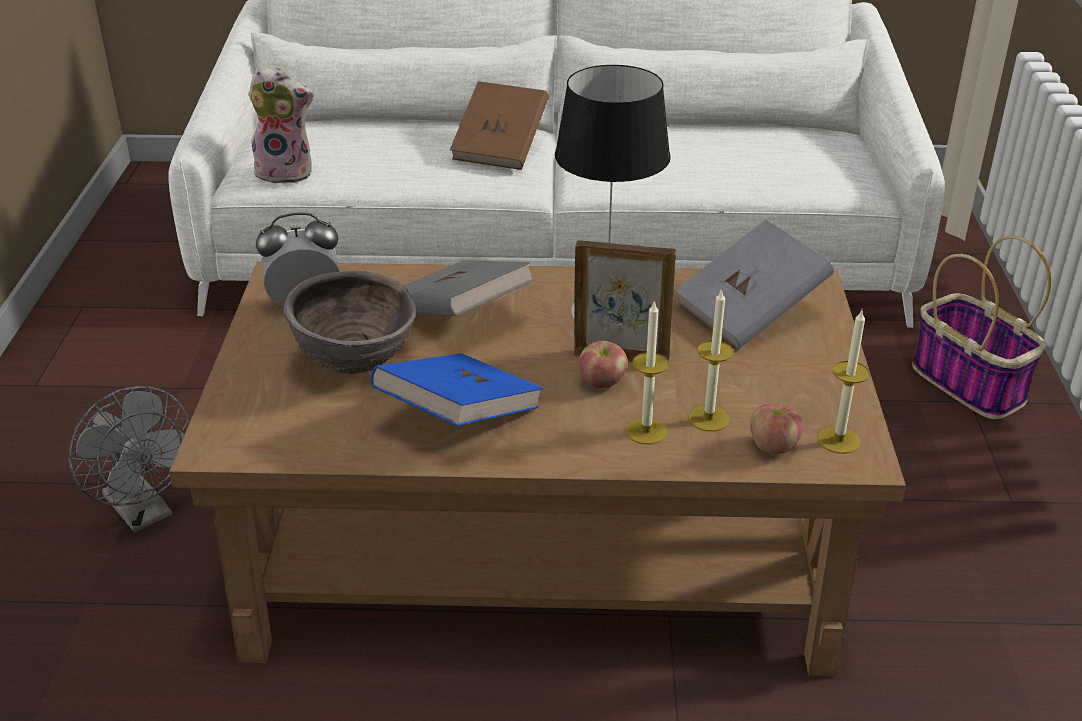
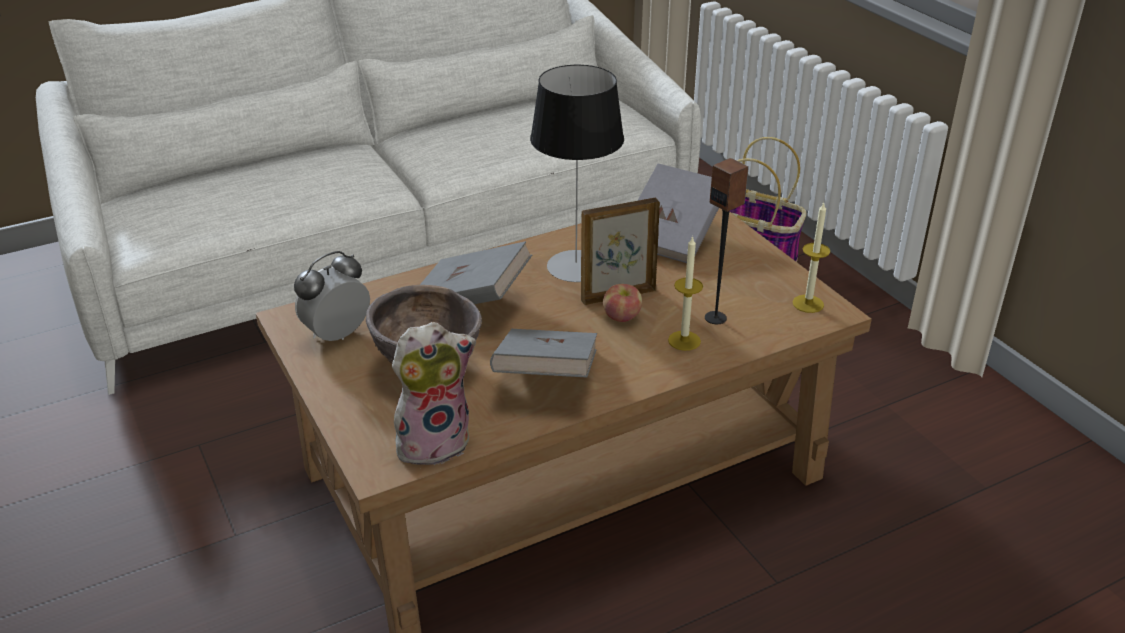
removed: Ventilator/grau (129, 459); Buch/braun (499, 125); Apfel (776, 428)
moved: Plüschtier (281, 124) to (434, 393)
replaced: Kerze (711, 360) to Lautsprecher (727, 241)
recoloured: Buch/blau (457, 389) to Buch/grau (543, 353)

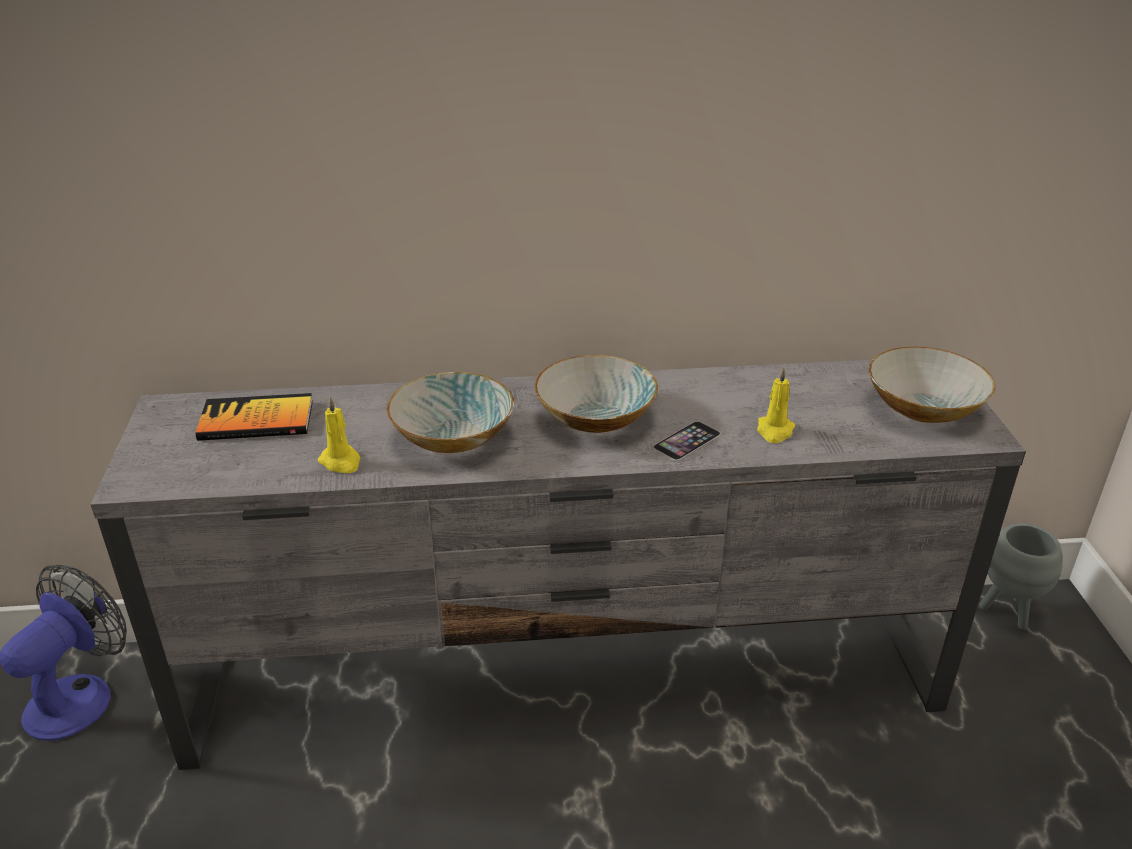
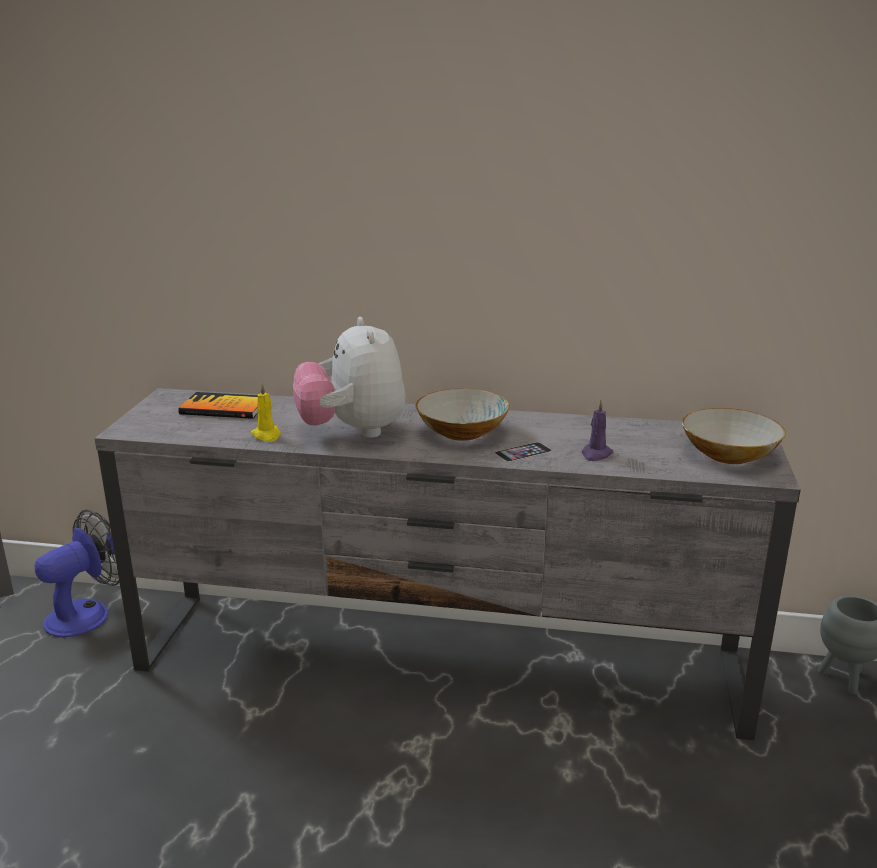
replaced: Schüssel (450, 412) to Plüschtier (349, 377)
recoloured: Kerze/gelb (776, 405) to Kerze/lila (597, 430)

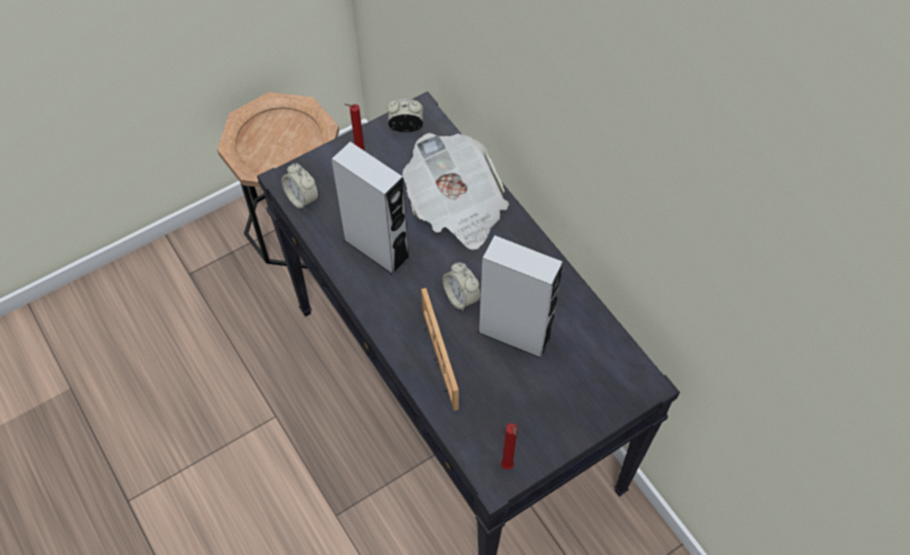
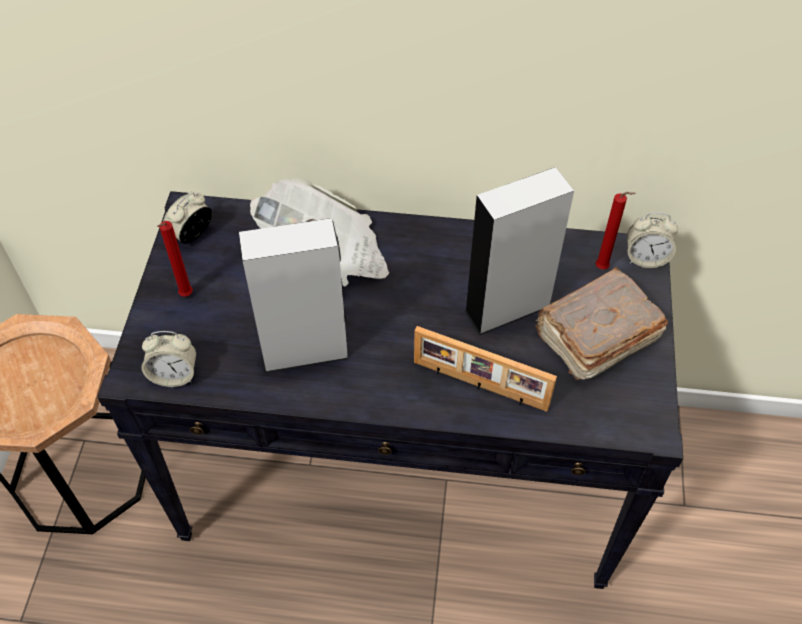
added: Buch/braun (602, 323)
moved: Wecker (462, 286) to (652, 240); Kerze/rot (509, 446) to (615, 231)

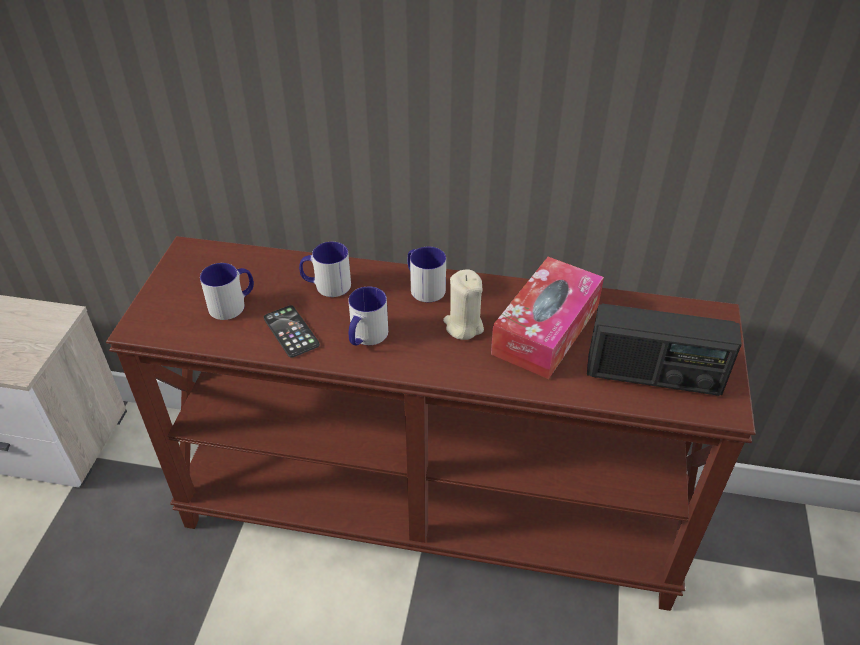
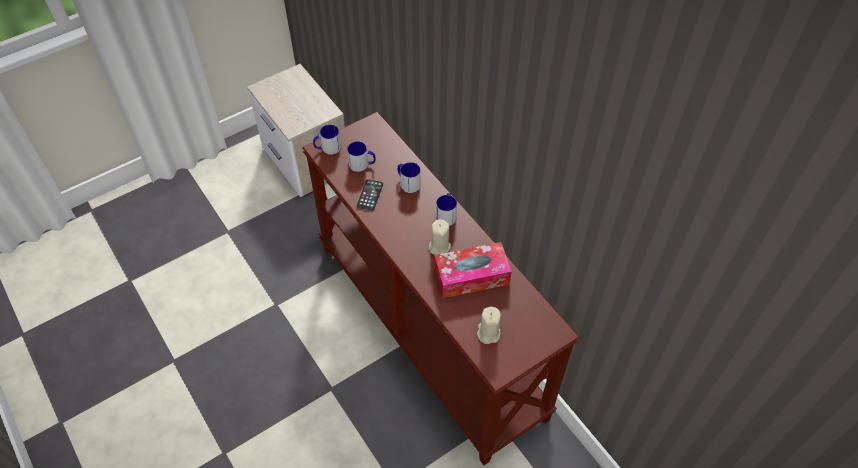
moved: Henkelbecher (368, 316) to (327, 140)
replaced: Radio (664, 349) to Kerze/beige (489, 325)

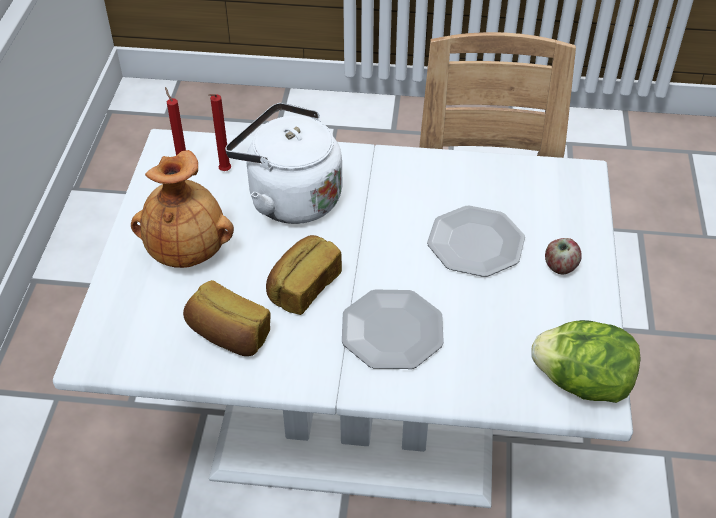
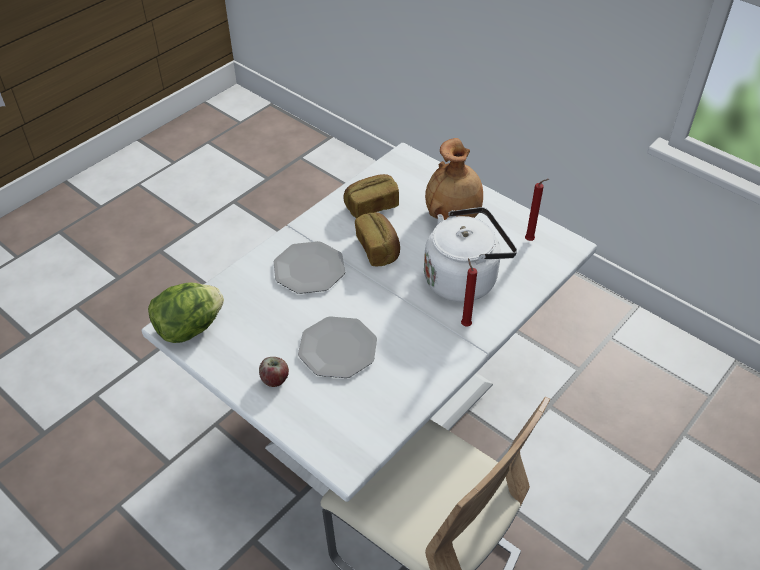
moved: Kerze/rot (219, 132) to (469, 292)

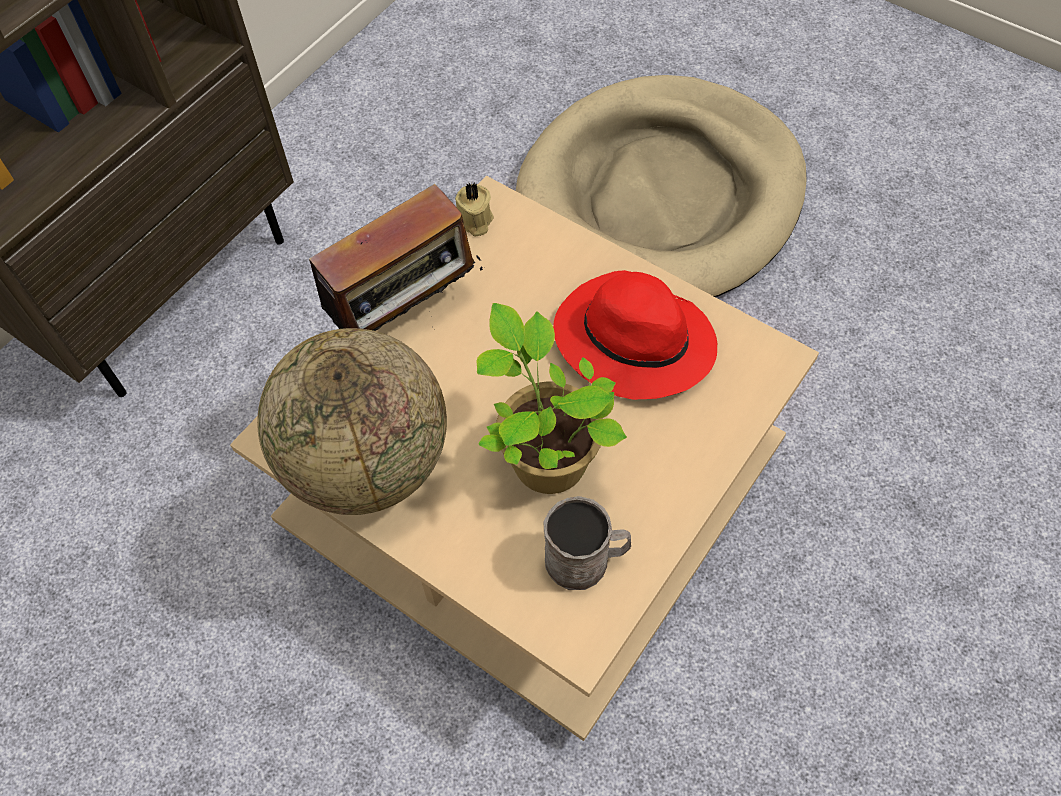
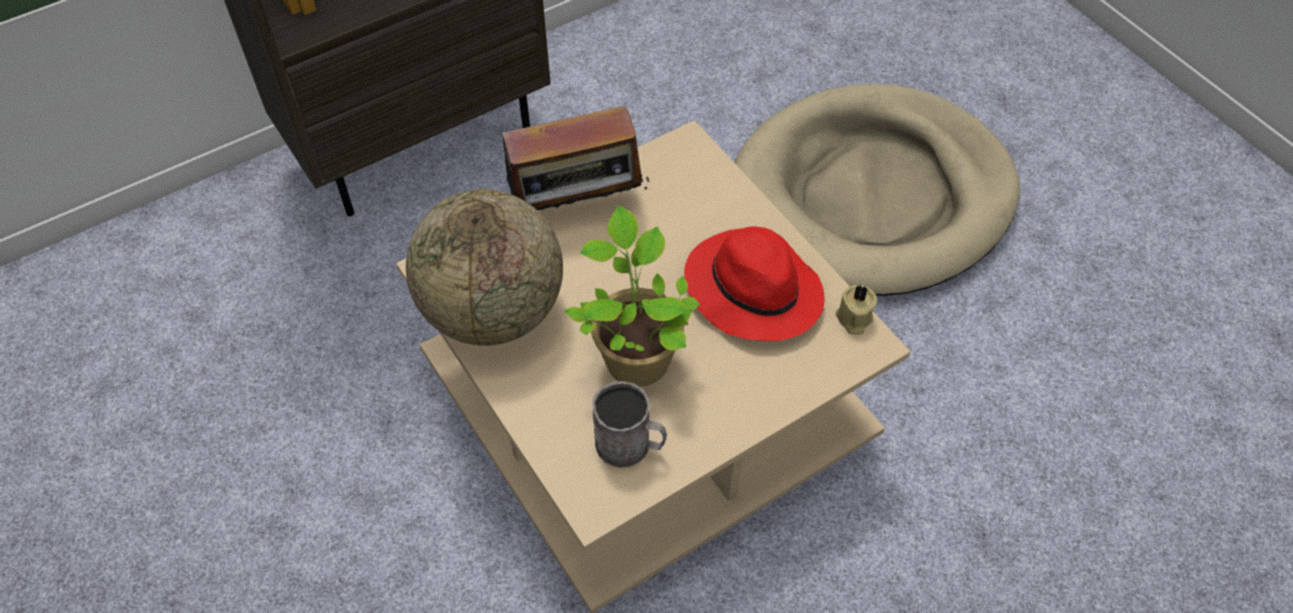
moved: Kerze/beige (474, 209) to (856, 309)

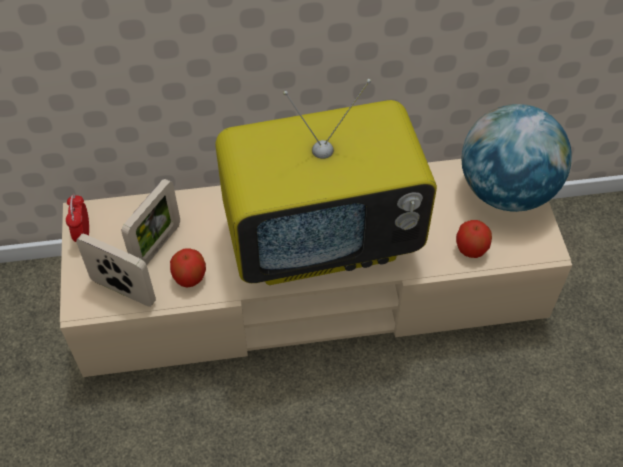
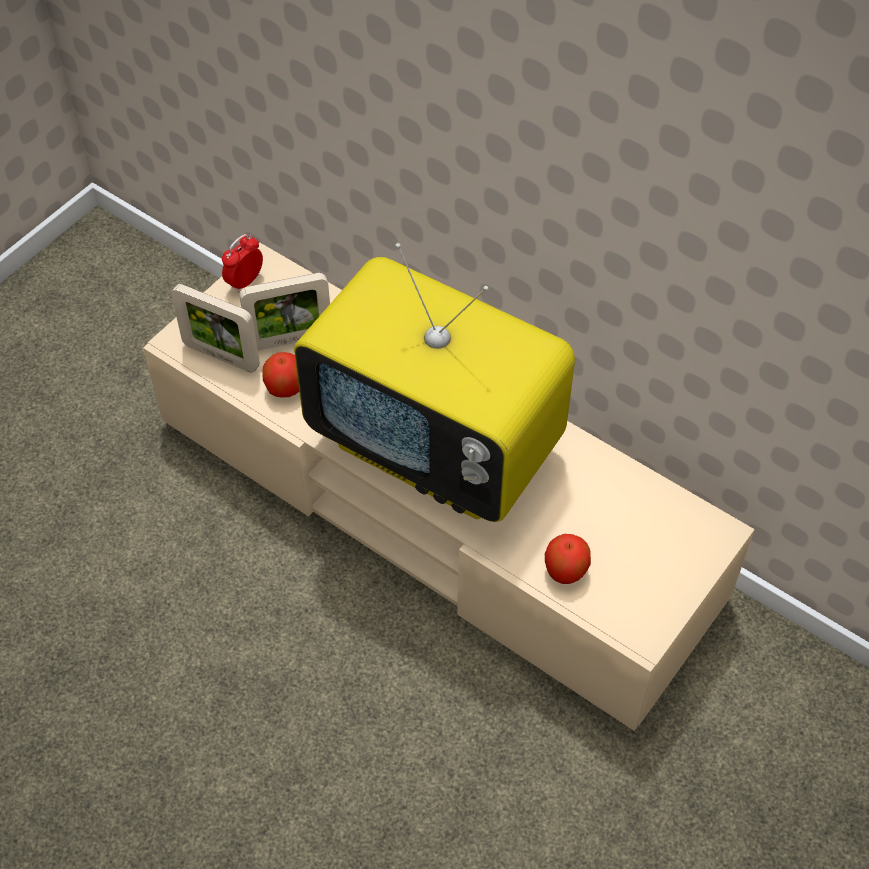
removed: Globus (516, 158)
turned: Bilderrahmen (116, 270) = (215, 328) 135 degrees clockwise

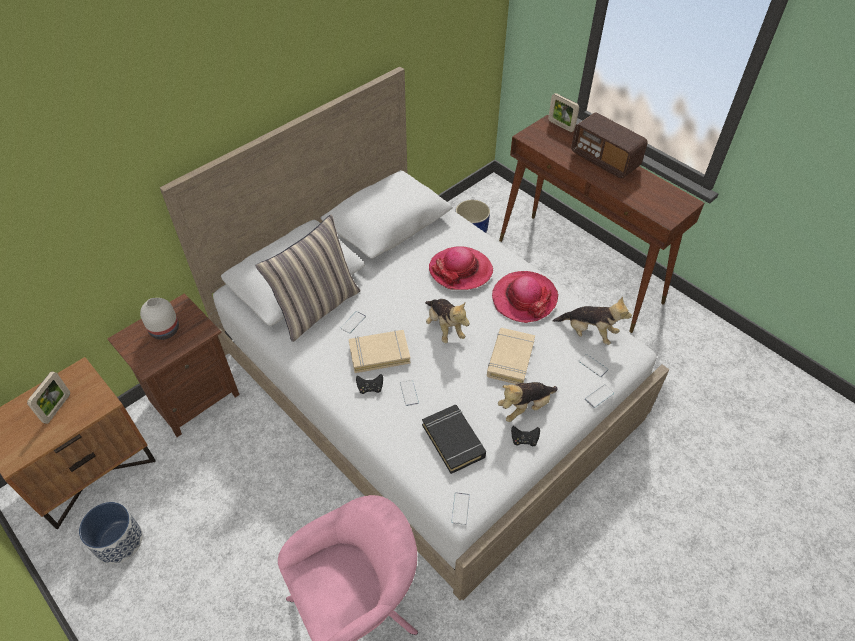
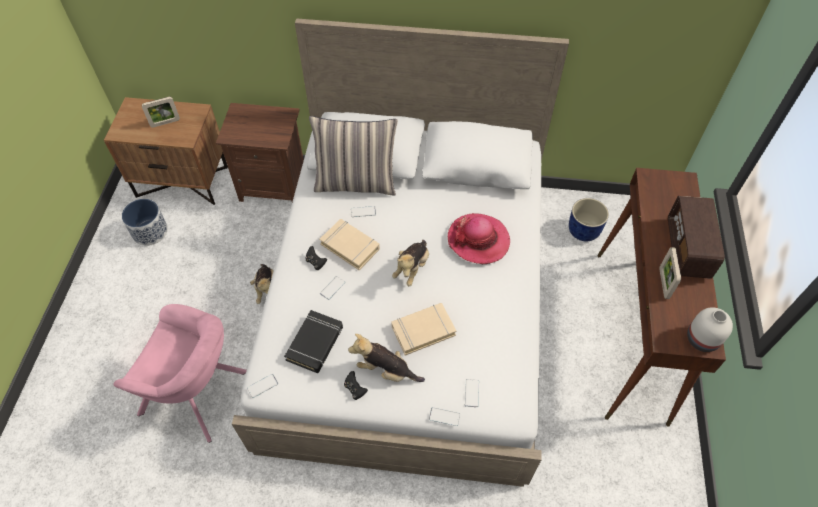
removed: Hut (525, 297)
moved: Vase/weiß (159, 319) to (710, 329); Bilderrahmen (563, 112) to (670, 273); Plüschtier (592, 320) to (262, 284)

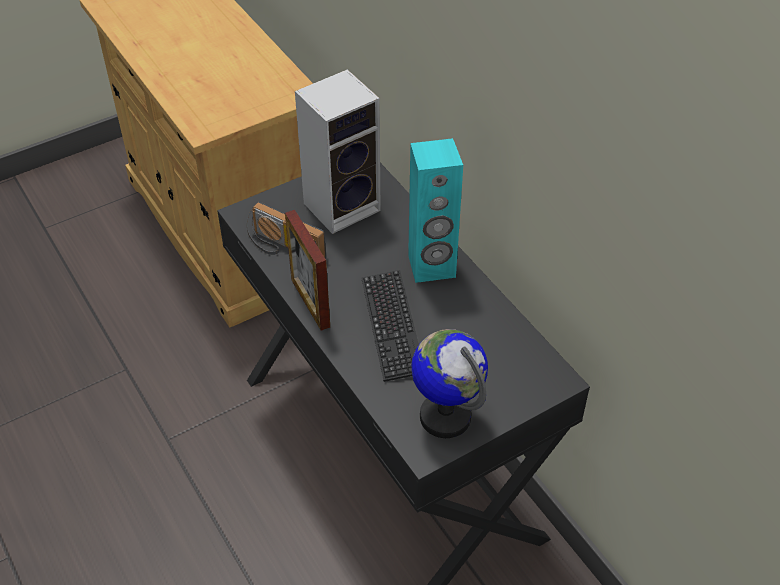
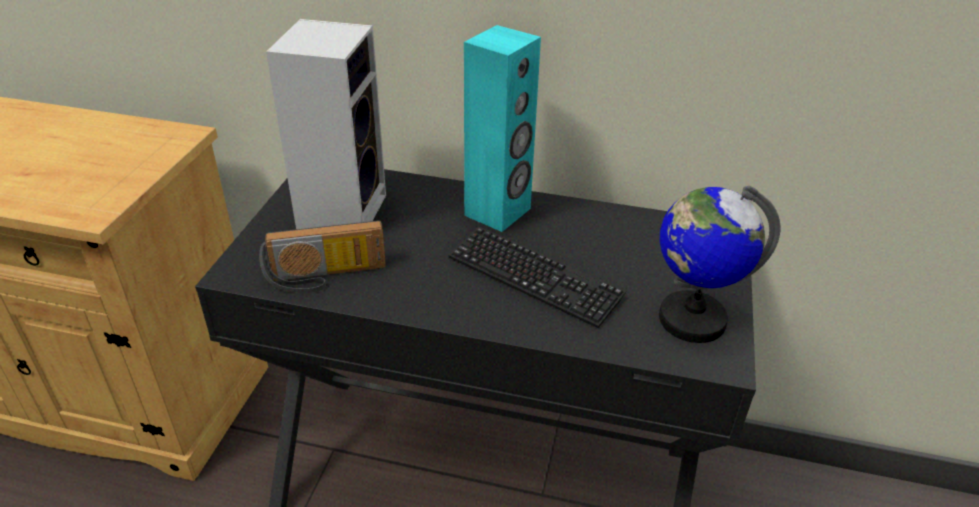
removed: Bilderrahmen (307, 270)

